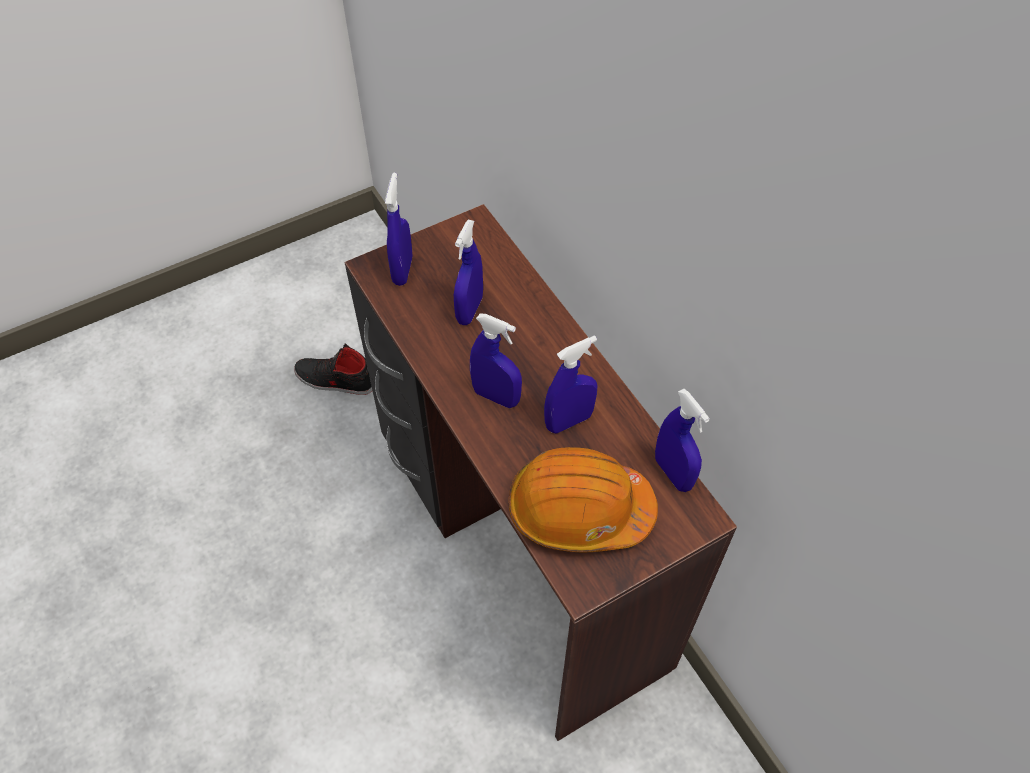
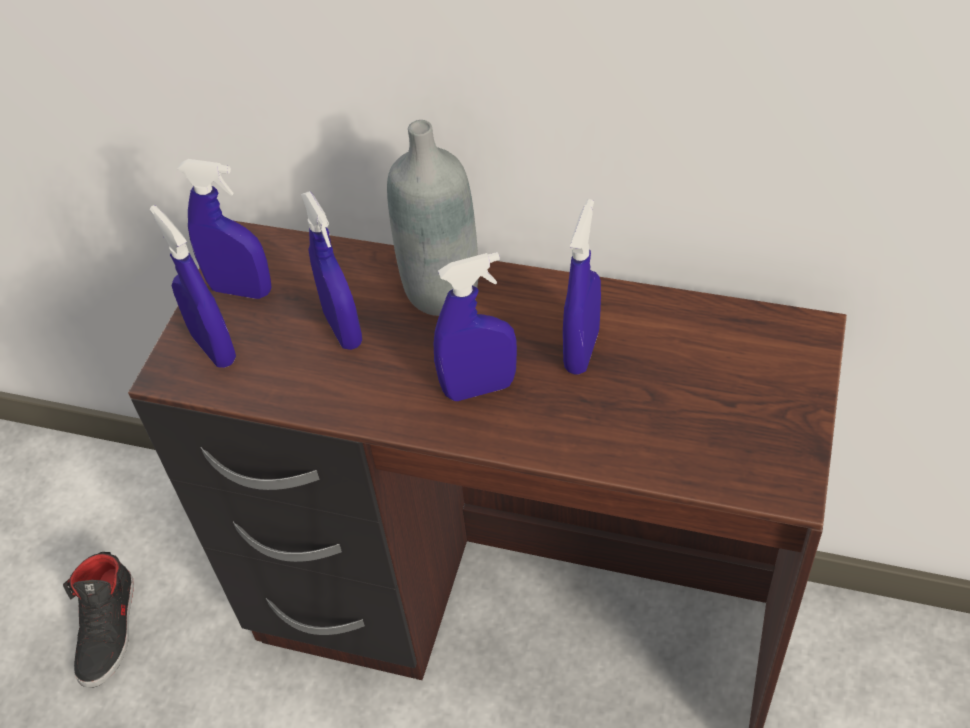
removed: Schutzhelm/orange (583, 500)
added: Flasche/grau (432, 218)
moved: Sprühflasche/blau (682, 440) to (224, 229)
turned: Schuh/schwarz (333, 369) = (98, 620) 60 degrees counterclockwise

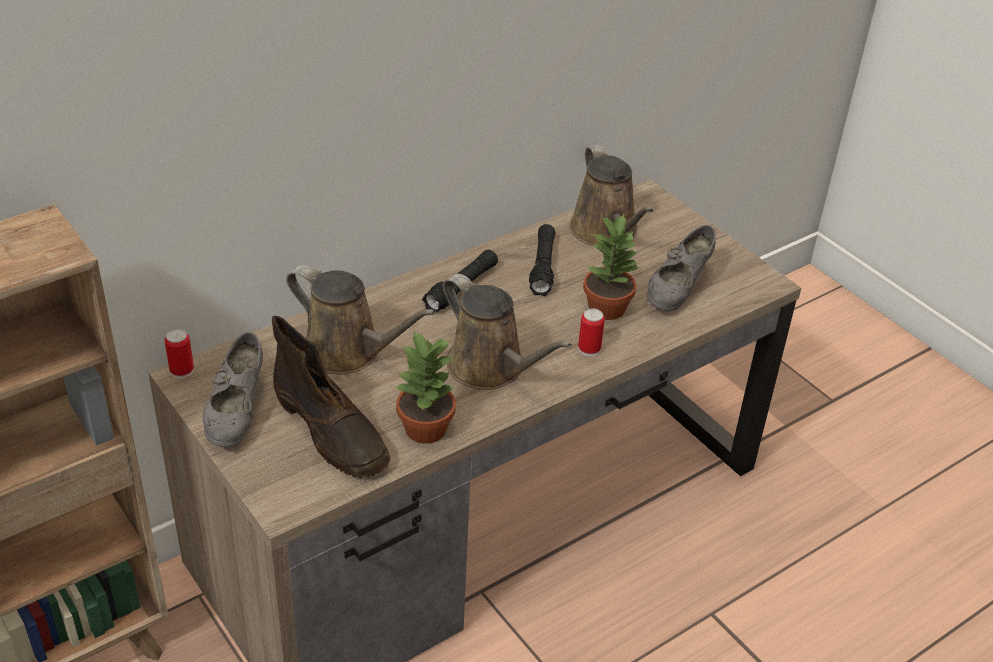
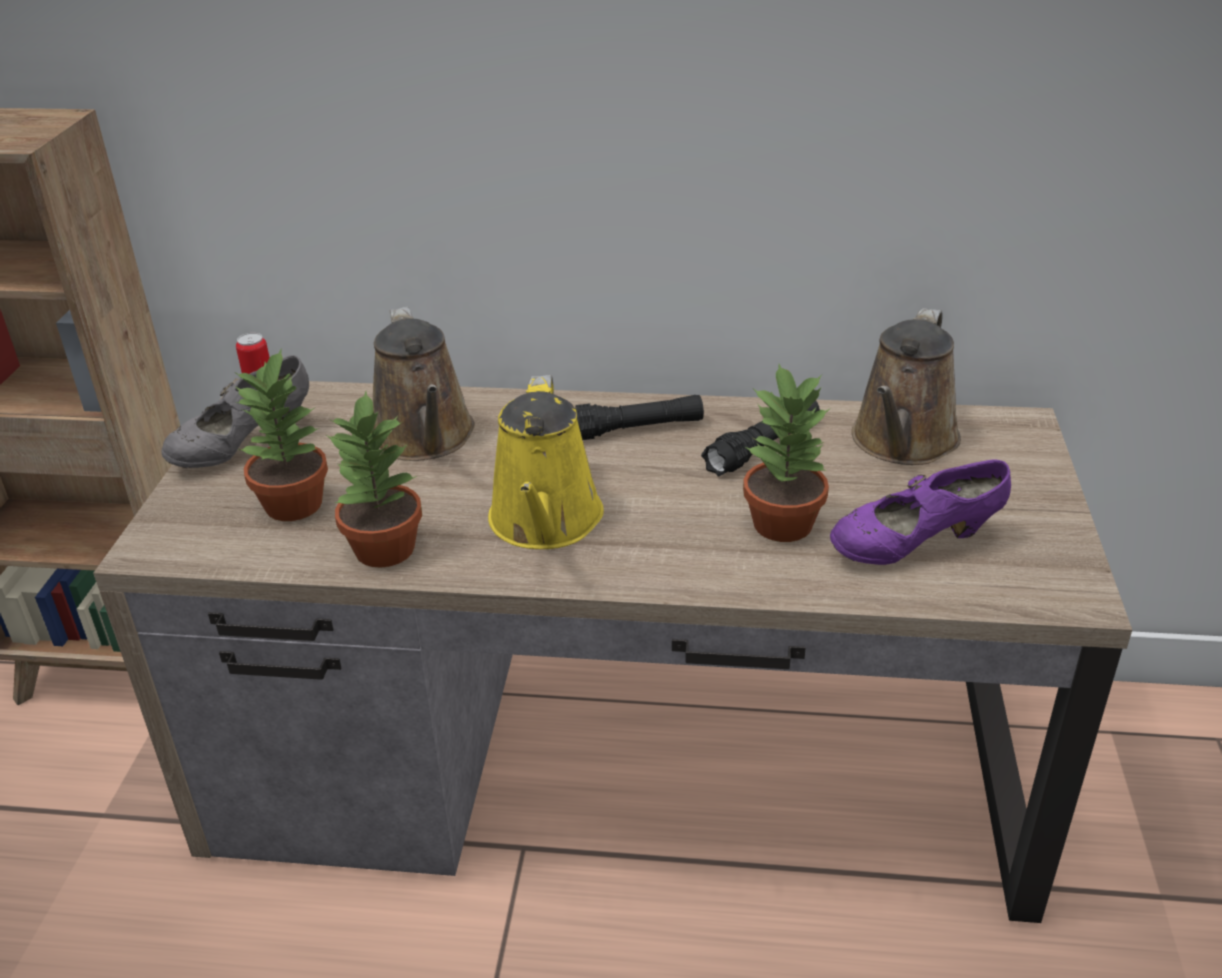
removed: Dose (591, 332)
replaced: Stiefel/braun (331, 397) to Topfpflanze (281, 434)
recoloured: Gießkanne/braun (507, 332) to Gießkanne/gelb (546, 462); Schuh/grau (681, 268) to Schuh/lila (920, 512)

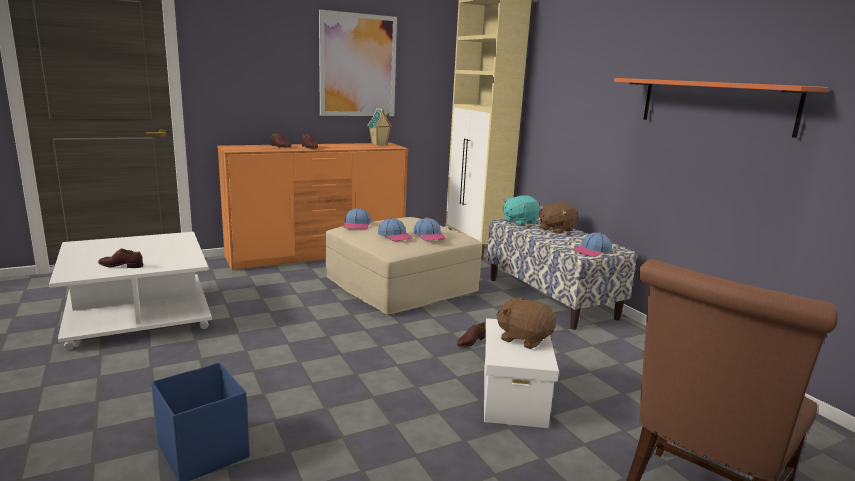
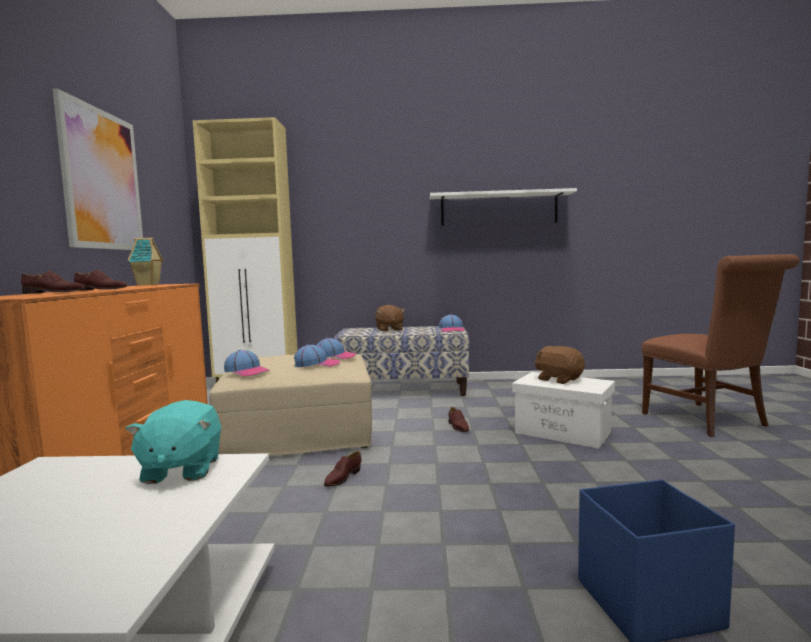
moved: Schuh/braun (120, 258) to (342, 469); Plüschtier/türkis (521, 210) to (173, 442)
recoloured: Wandregal/orange (721, 108) to Wandregal/weiß (503, 207)
turned: Plüschtier/braun (526, 323) = (560, 365) 75 degrees clockwise

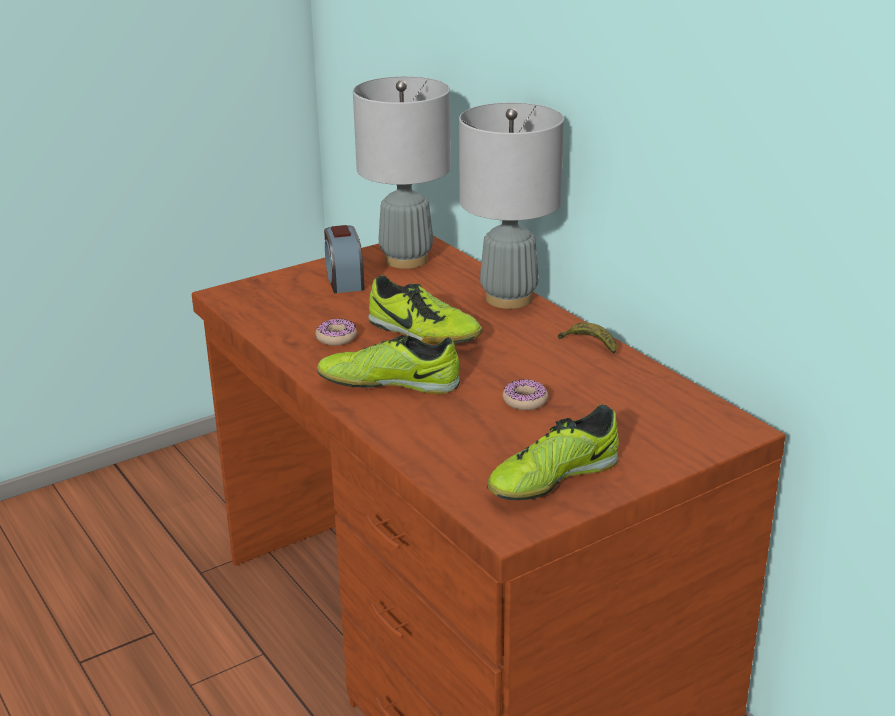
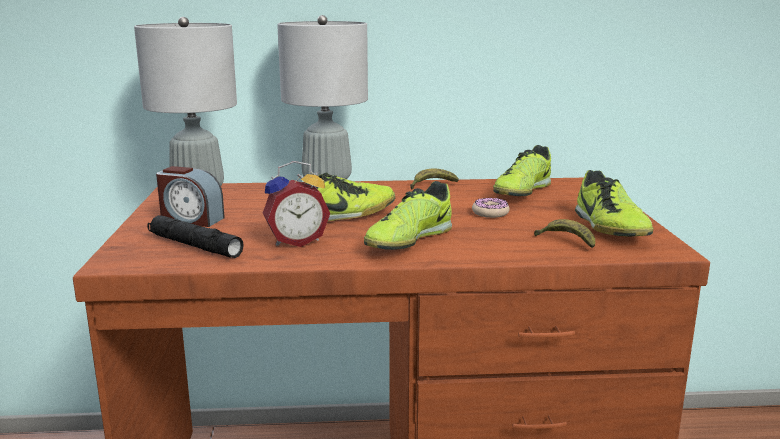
added: Taschenlampe/schwarz (195, 236); Schuh (522, 170); Banane (564, 233)
replaced: Donut (336, 332) to Wecker (296, 204)

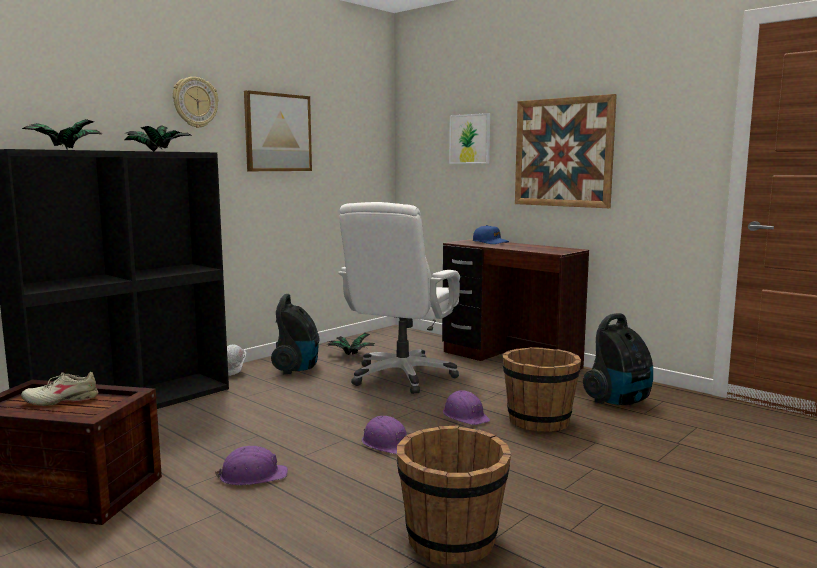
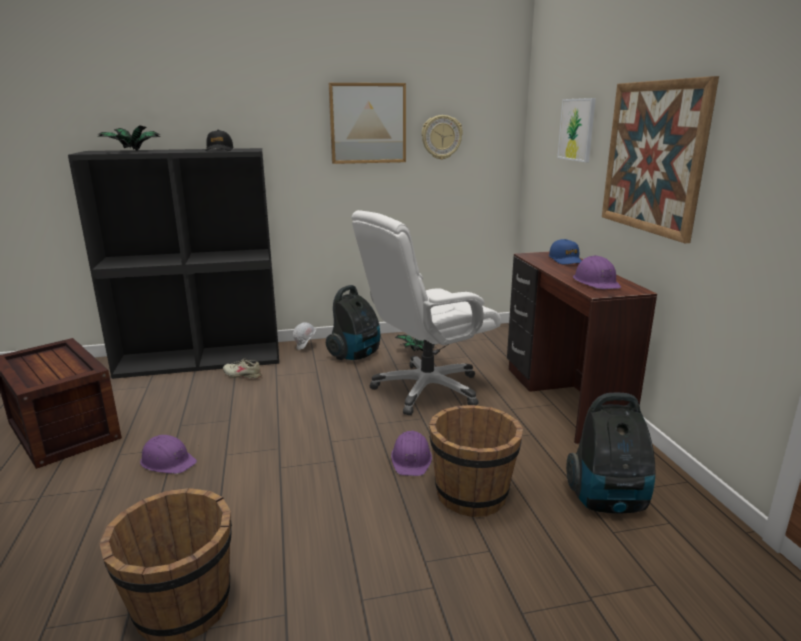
moved: Schuh/beige (60, 389) to (242, 369); Wanduhr (195, 102) to (442, 137); Schutzhelm/lila (384, 435) to (597, 272)
replaced: Topfpflanze (158, 138) to Kappe/schwarz (219, 140)

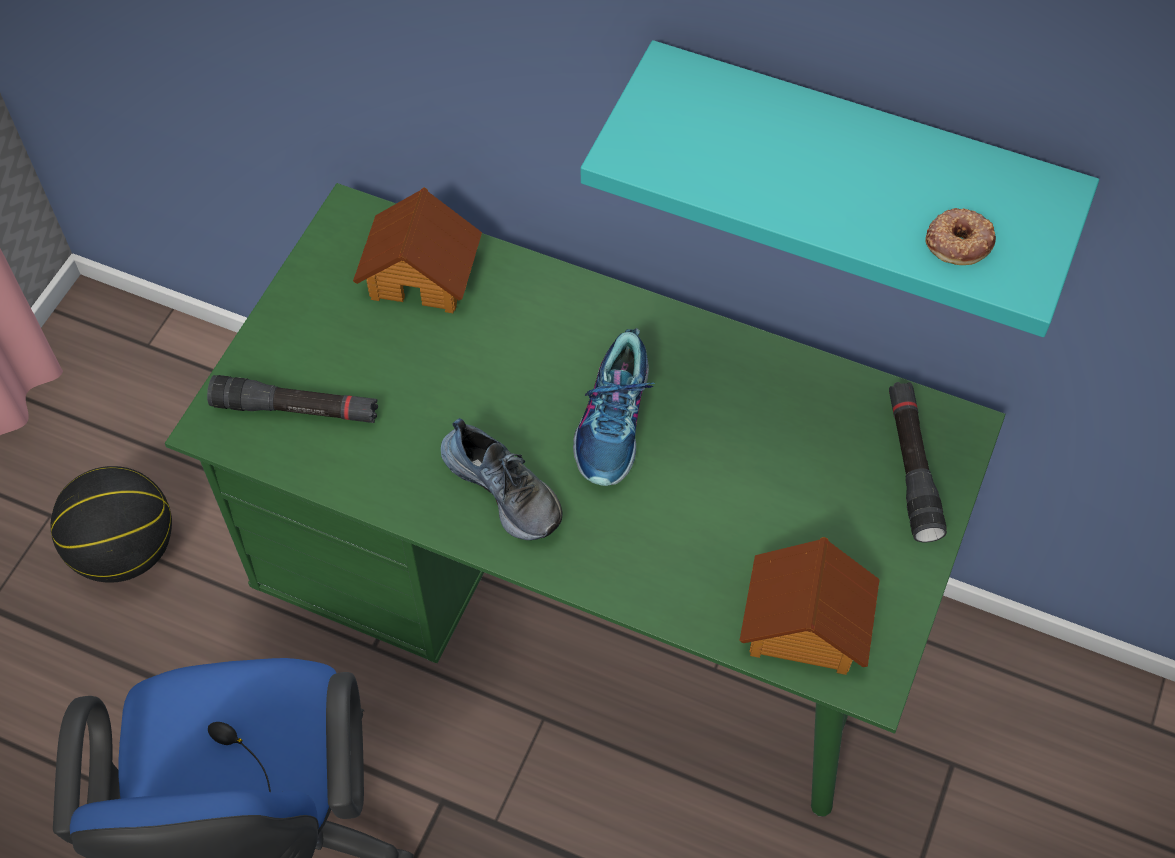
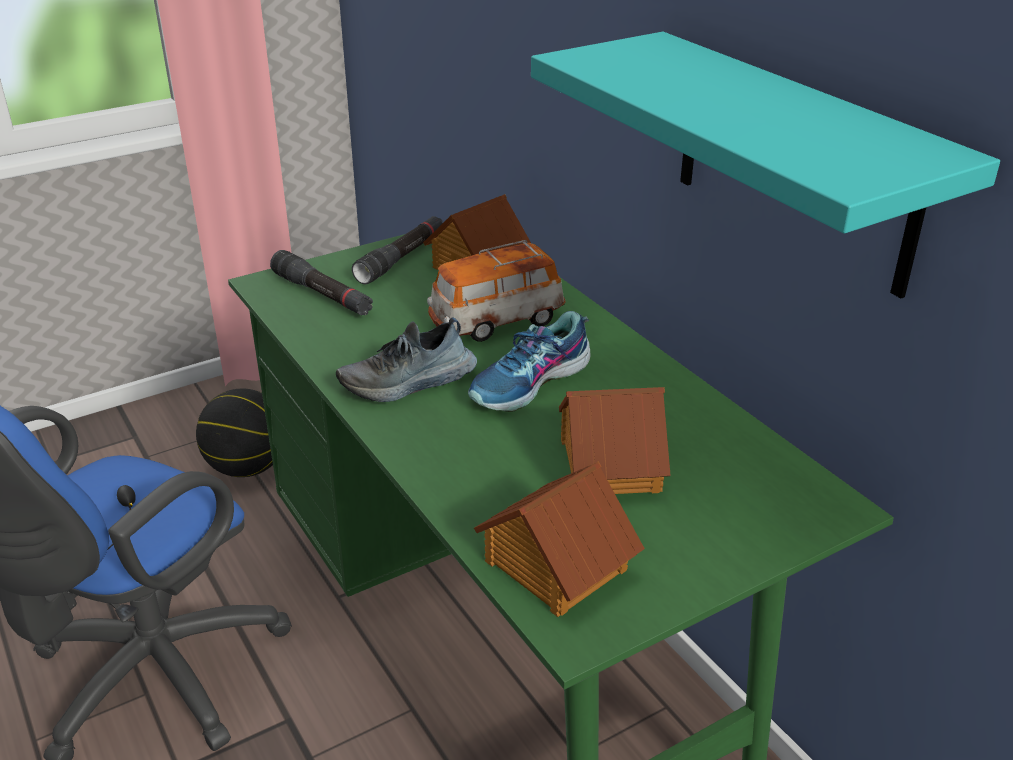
removed: Donut (960, 236)
added: Spielzeugauto (496, 291); Spielzeughaus (615, 440)
moved: Taschenlampe/schwarz (918, 462) to (397, 250)
turned: Schuh (502, 479) = (406, 359) 75 degrees clockwise

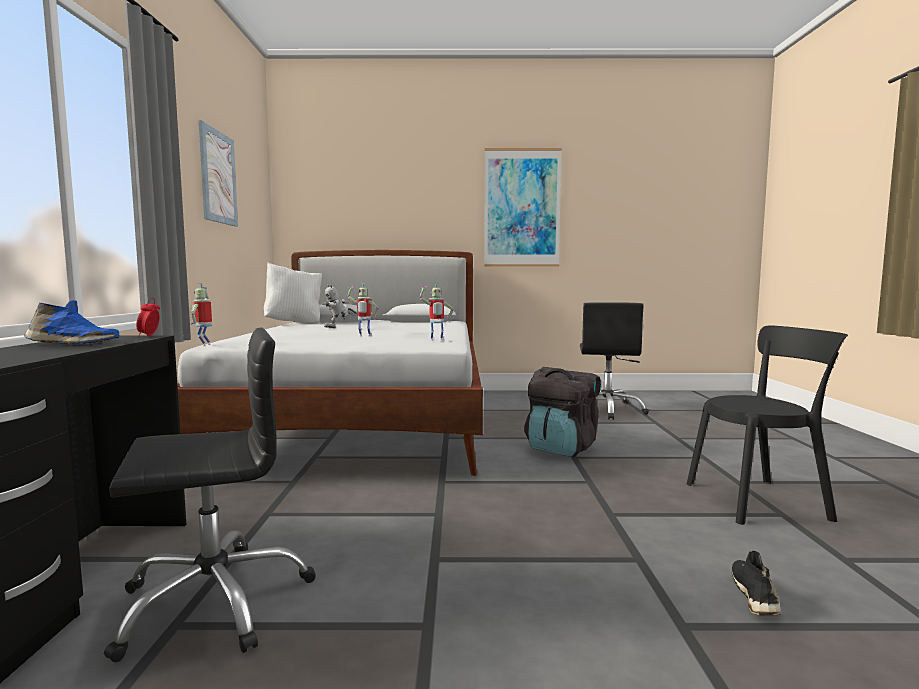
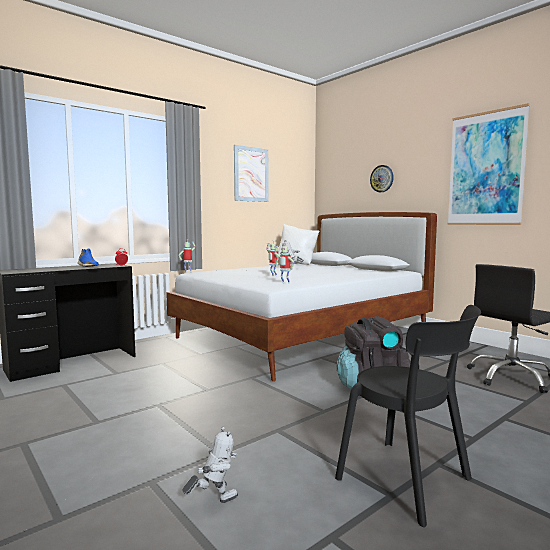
removed: Bürostuhl/schwarz (210, 495)
added: Wanduhr (382, 178)
replaced: Schuh/schwarz (756, 583) to Spielzeugroboter (210, 465)

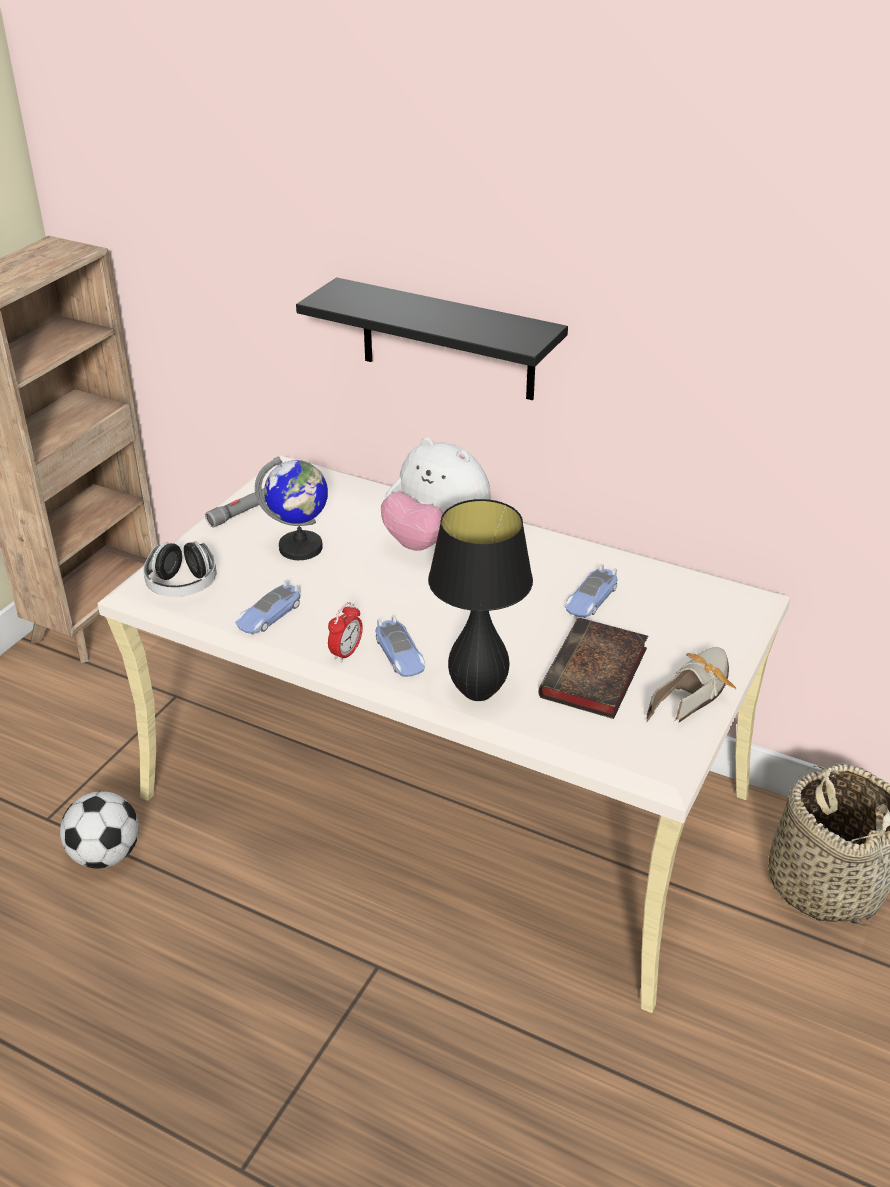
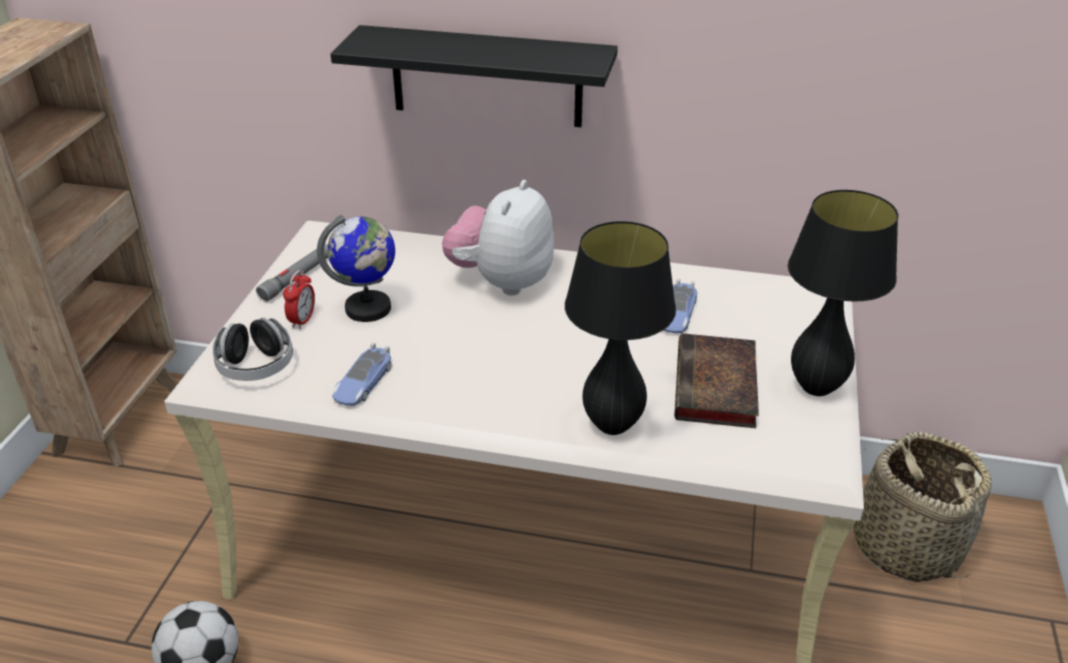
removed: Spielzeugauto (400, 646)
moved: Wecker (345, 632) to (299, 299)
replaced: Schuh (691, 685) to Tischlampe/schwarz (843, 293)
turned: Plüschtier (436, 494) = (498, 238) 90 degrees clockwise

